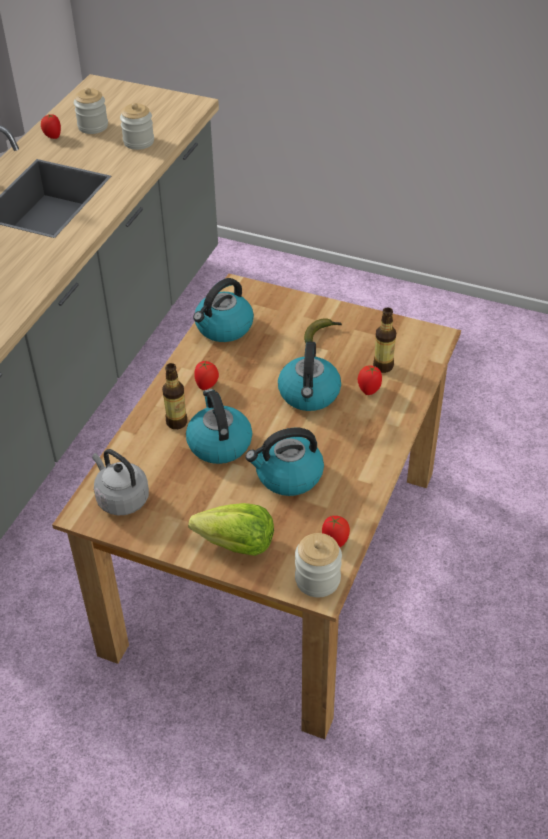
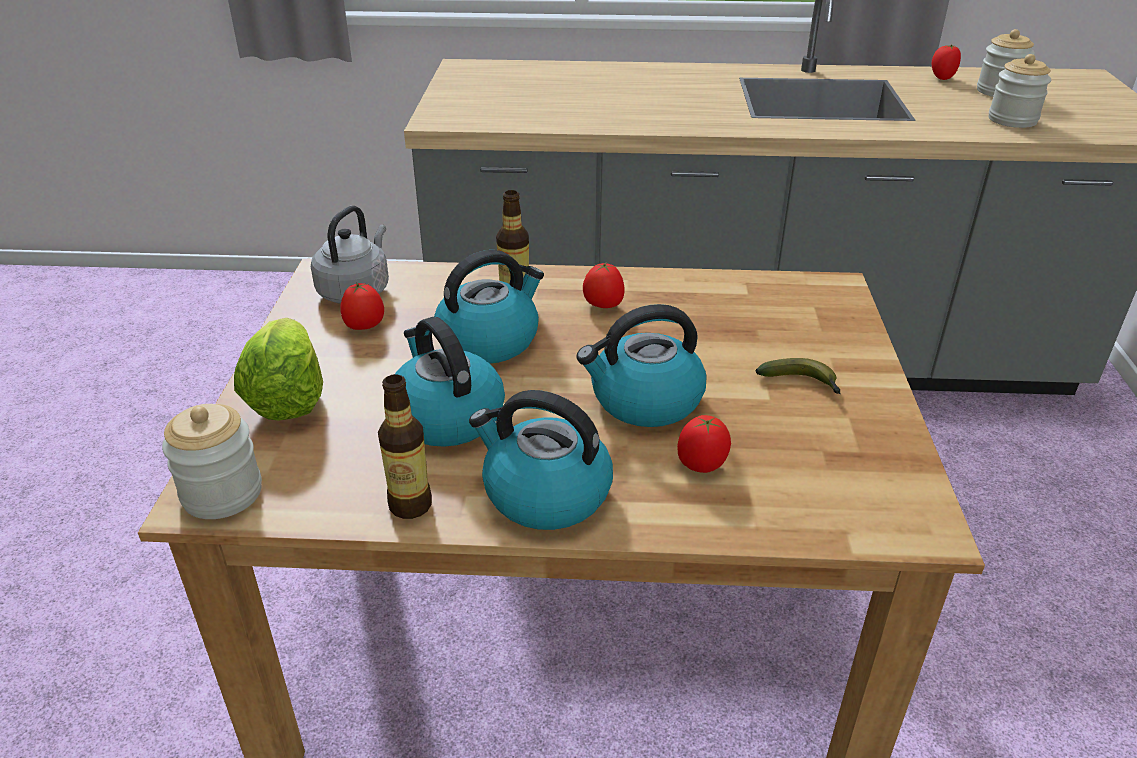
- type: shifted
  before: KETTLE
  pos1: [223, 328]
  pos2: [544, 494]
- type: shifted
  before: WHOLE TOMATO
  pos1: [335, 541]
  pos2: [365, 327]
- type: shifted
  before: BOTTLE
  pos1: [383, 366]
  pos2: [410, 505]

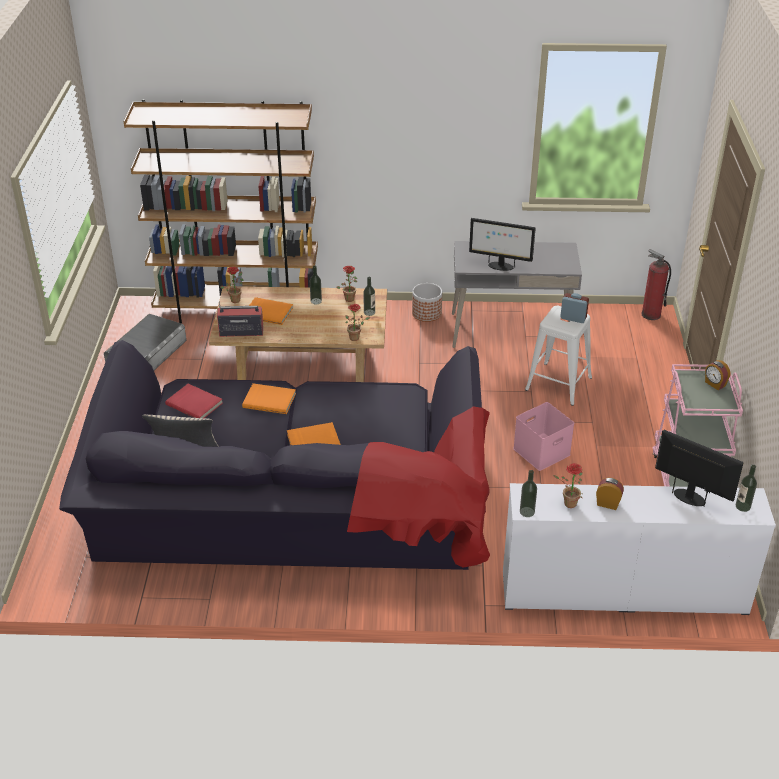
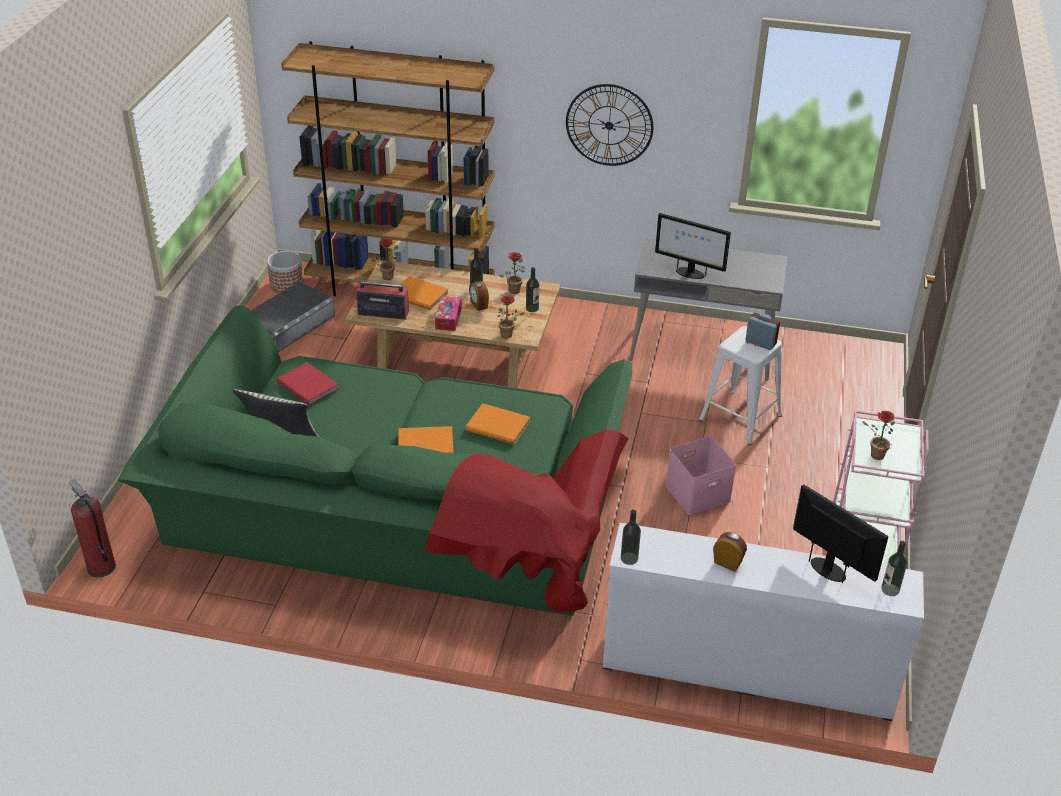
- type: new
  after: TISSUE HOLDER
  pos2: [448, 318]
- type: new
  after: WALL CLOCK
  pos2: [609, 125]
- type: shifted
  before: ORANGEY BOOK
  pos1: [269, 400]
  pos2: [498, 425]
- type: shifted
  before: PLANT POT
  pos1: [427, 313]
  pos2: [287, 285]
- type: shifted
  before: HOUSEPLANT
  pos1: [567, 504]
  pos2: [874, 455]
- type: shifted
  before: FIRE EXTINGUISHER
  pos1: [650, 314]
  pos2: [101, 567]
- type: shifted
  before: TABLE CLOCK
  pos1: [714, 384]
  pos2: [478, 305]
- type: repainted
  before: BLACKISH COUCH
  after: GREENISH COUCH
  pos1: [290, 502]
  pos2: [395, 510]

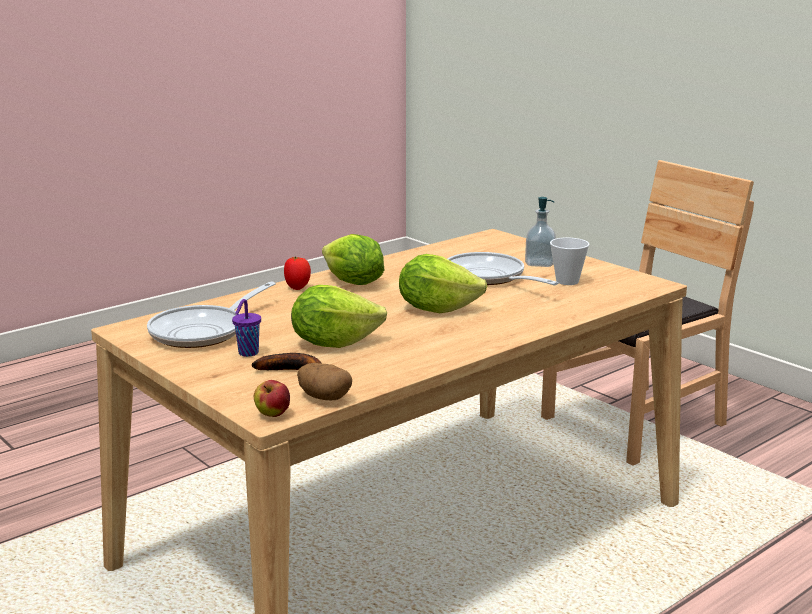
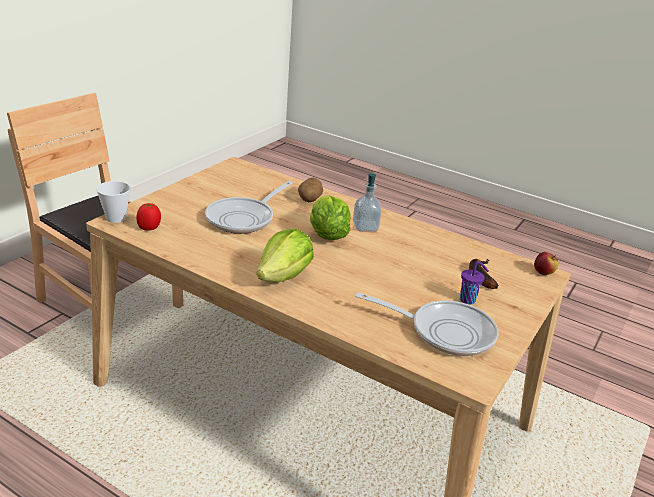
- type: gone
  before: HEAD OF LETTUCE
  pos1: [333, 343]
- type: shifted
  before: WHOLE TOMATO
  pos1: [298, 288]
  pos2: [149, 228]
- type: shifted
  before: WHOLE POTATO
  pos1: [324, 397]
  pos2: [309, 199]
- type: shifted
  before: SOAP DISPENSER
  pos1: [539, 263]
  pos2: [365, 227]
- type: shifted
  before: CUP
  pos1: [567, 281]
  pos2: [116, 218]

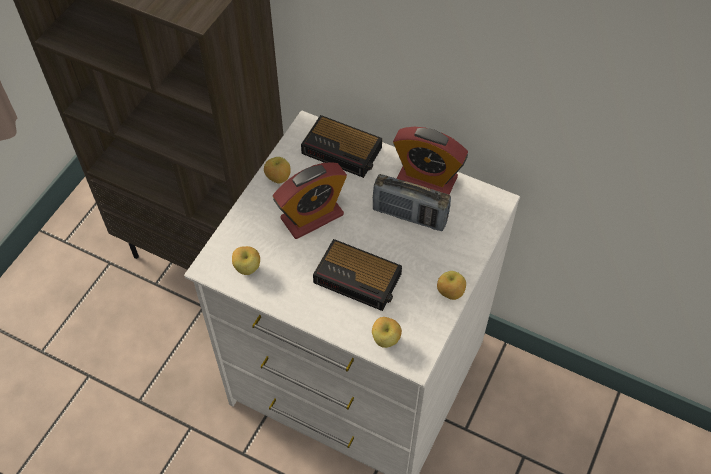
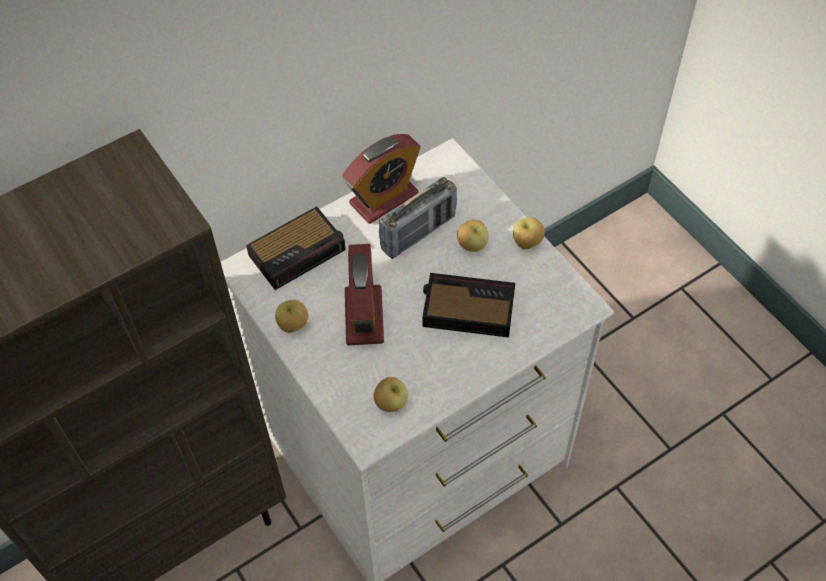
- type: shifted
  before: APPLE
  pos1: [386, 339]
  pos2: [472, 245]
- type: rotated
  before: TABLE CLOCK
  pos1: [359, 279]
  pos2: [466, 309]
  turn: -135

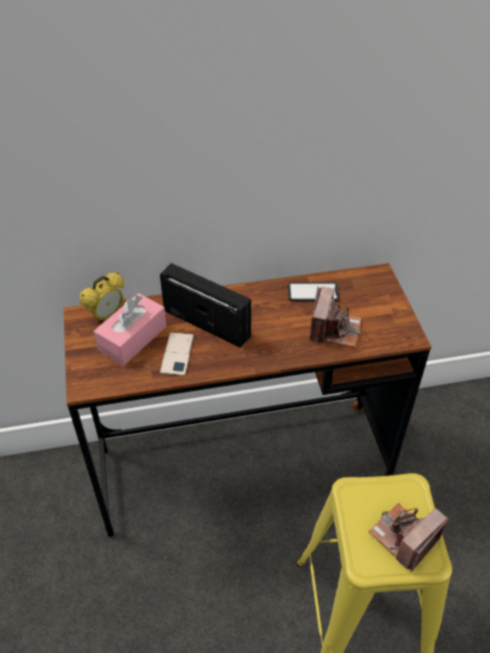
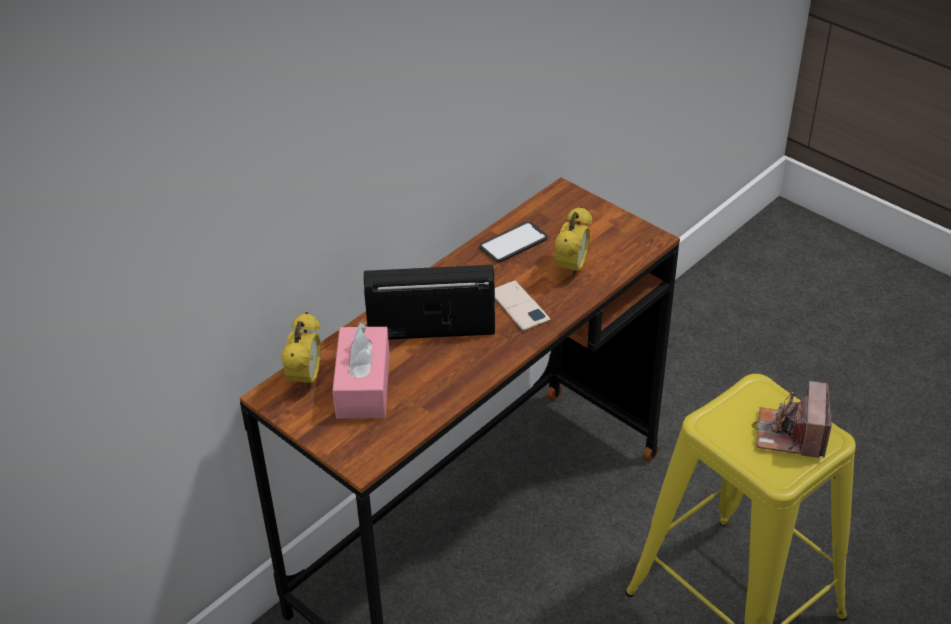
- type: shifted
  before: TELEPHONE
  pos1: [177, 354]
  pos2: [519, 306]
- type: swapped
  before: PHOTO CAMERA
  after: TABLE CLOCK
  pos1: [334, 329]
  pos2: [572, 268]

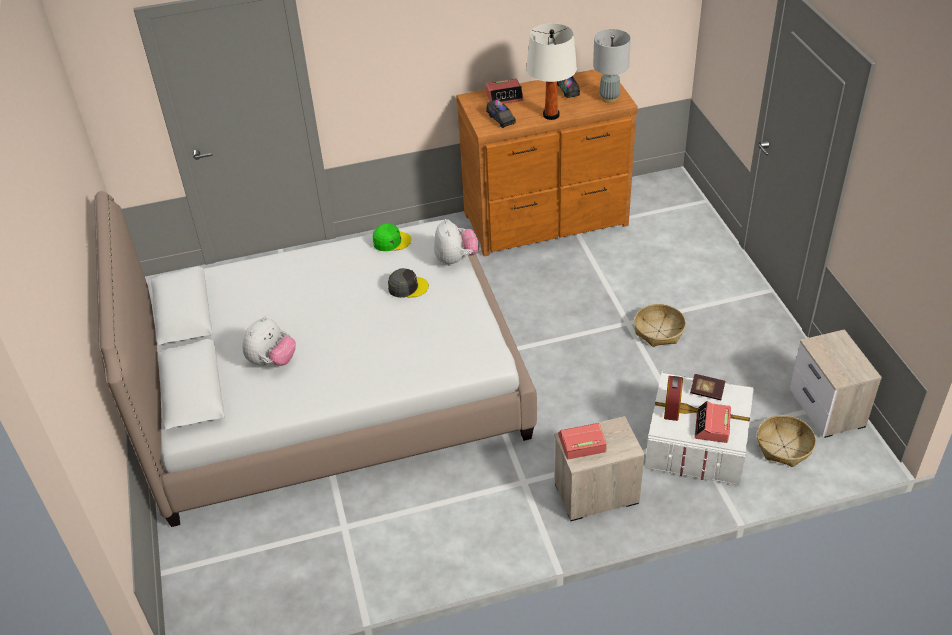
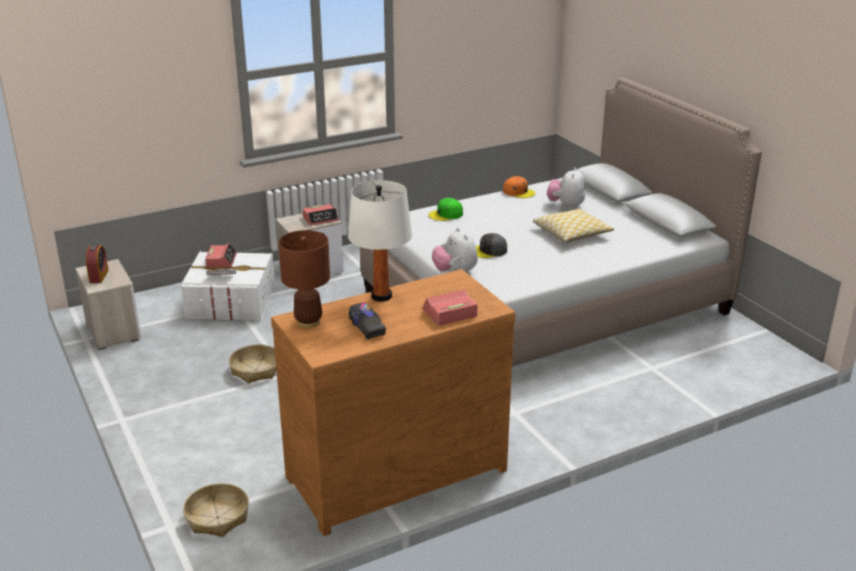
- type: gone
  before: MODEL TRUCK
  pos1: [500, 119]
- type: new
  after: ORANGEY CAP
  pos2: [518, 192]
- type: new
  after: PILLOW
  pos2: [572, 234]
- type: shifted
  before: GREENISH CAP
  pos1: [391, 241]
  pos2: [446, 214]
- type: shifted
  before: TABLE CLOCK
  pos1: [672, 407]
  pos2: [99, 276]
- type: shifted
  before: BASKET
  pos1: [783, 446]
  pos2: [218, 517]
- type: repainted
  before: GRAY TABLE LAMP
  after: BROWN TABLE LAMP
  pos1: [609, 98]
  pos2: [308, 322]

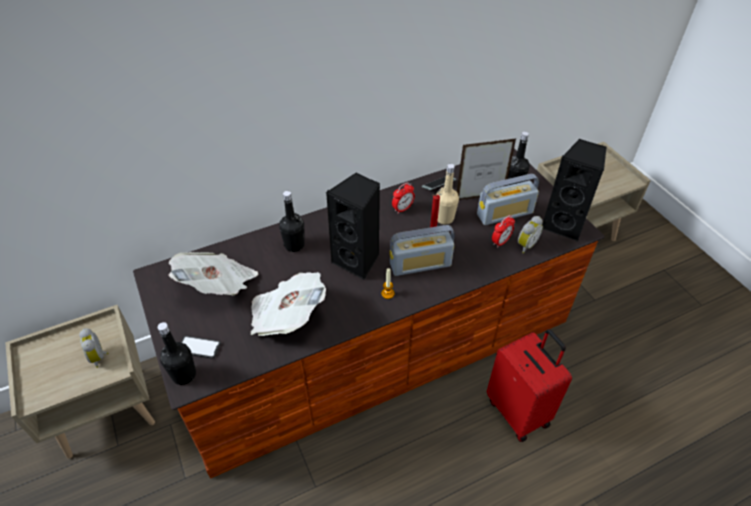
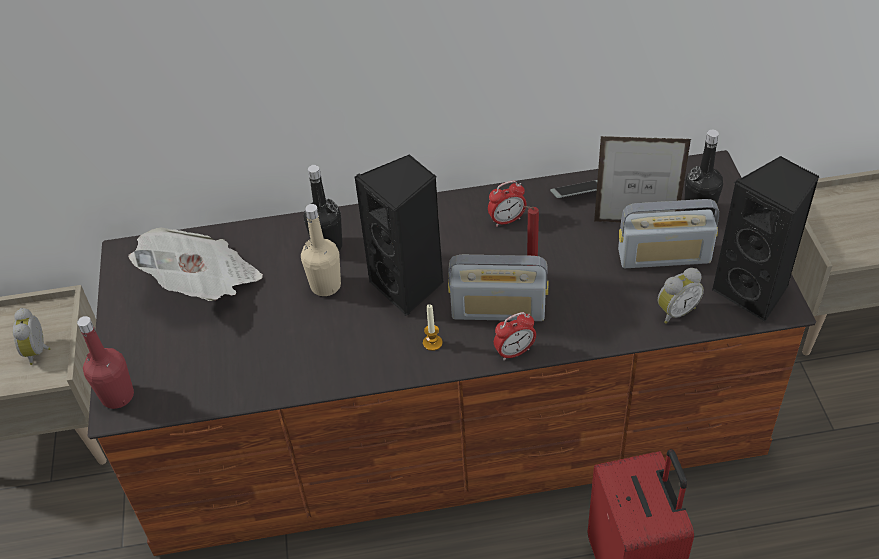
- type: gone
  before: TELEPHONE
  pos1: [199, 347]
- type: gone
  before: DAILY PAPER
  pos1: [287, 316]
- type: shifted
  before: BEIGE BOTTLE
  pos1: [444, 218]
  pos2: [325, 286]
- type: shifted
  before: TABLE CLOCK
  pos1: [500, 242]
  pos2: [514, 352]
- type: repainted
  before: BLACKISH BOTTLE
  after: REDDISH BOTTLE
  pos1: [184, 375]
  pos2: [117, 396]

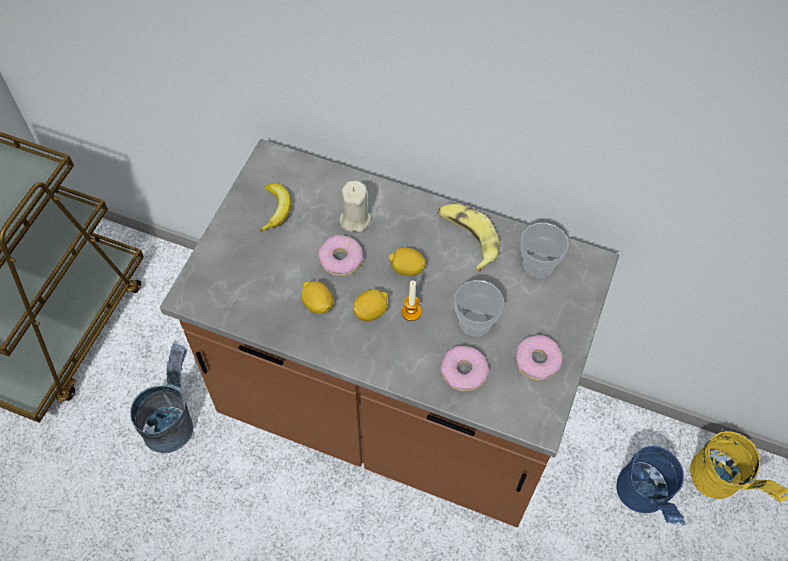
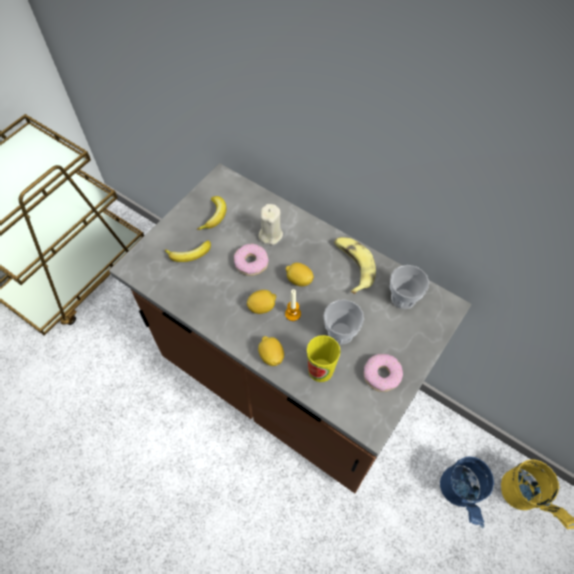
- type: gone
  before: GRAY BUCKET
  pos1: [173, 421]
- type: new
  after: BANANA FRUIT
  pos2: [190, 255]
- type: shifted
  before: CITRUS FRUIT
  pos1: [317, 304]
  pos2: [271, 356]
- type: swapped
  before: DONUT
  after: CUP
  pos1: [463, 372]
  pos2: [320, 370]

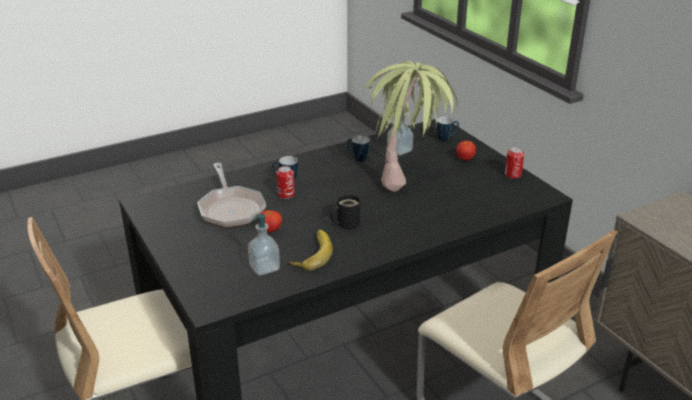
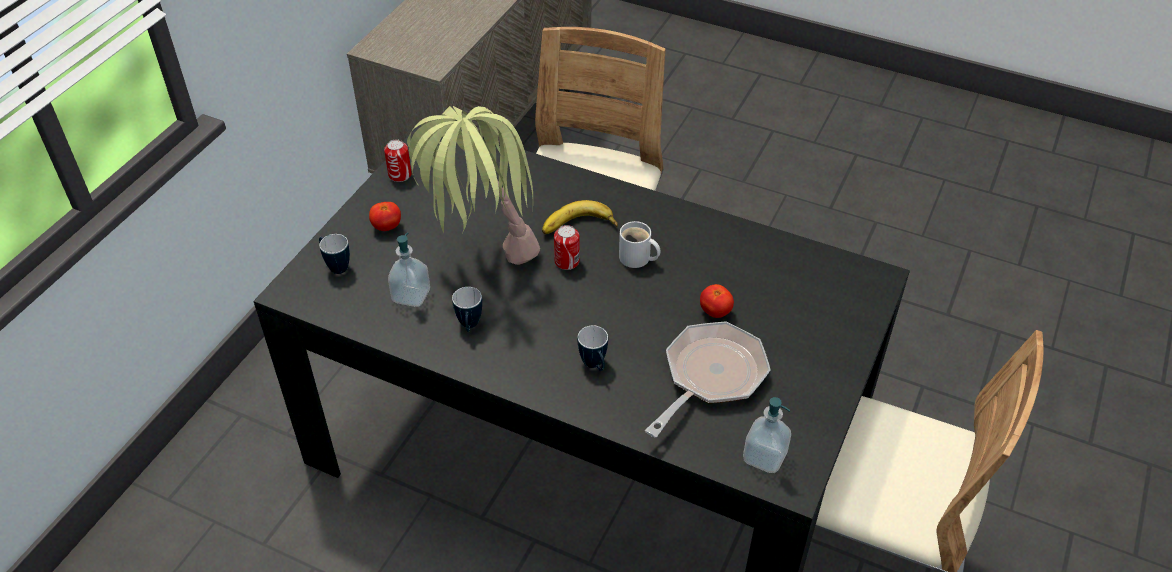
- type: shifted
  before: SOAP DISPENSER
  pos1: [264, 268]
  pos2: [764, 457]
- type: shifted
  before: METAL CAN
  pos1: [286, 194]
  pos2: [567, 261]
- type: shifted
  before: BANANA FRUIT
  pos1: [311, 253]
  pos2: [579, 228]
- type: repainted
  before: BLACKISH TEA MUG
  after: WHITISH TEA MUG
  pos1: [346, 223]
  pos2: [637, 259]

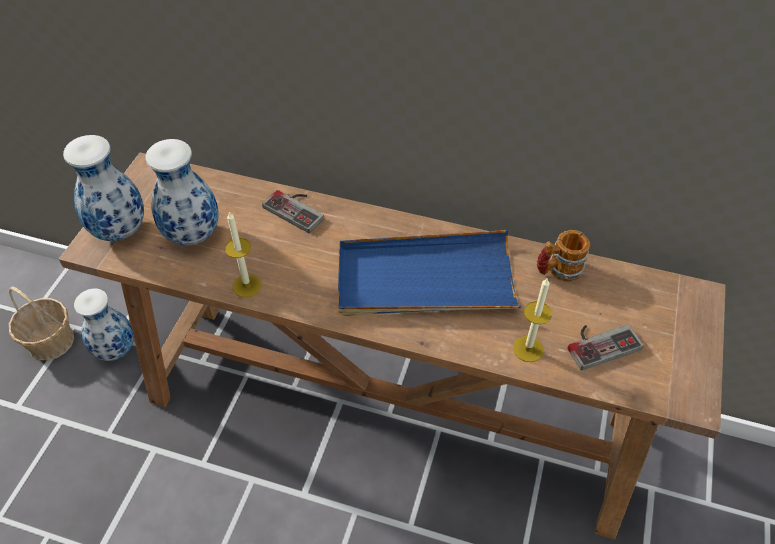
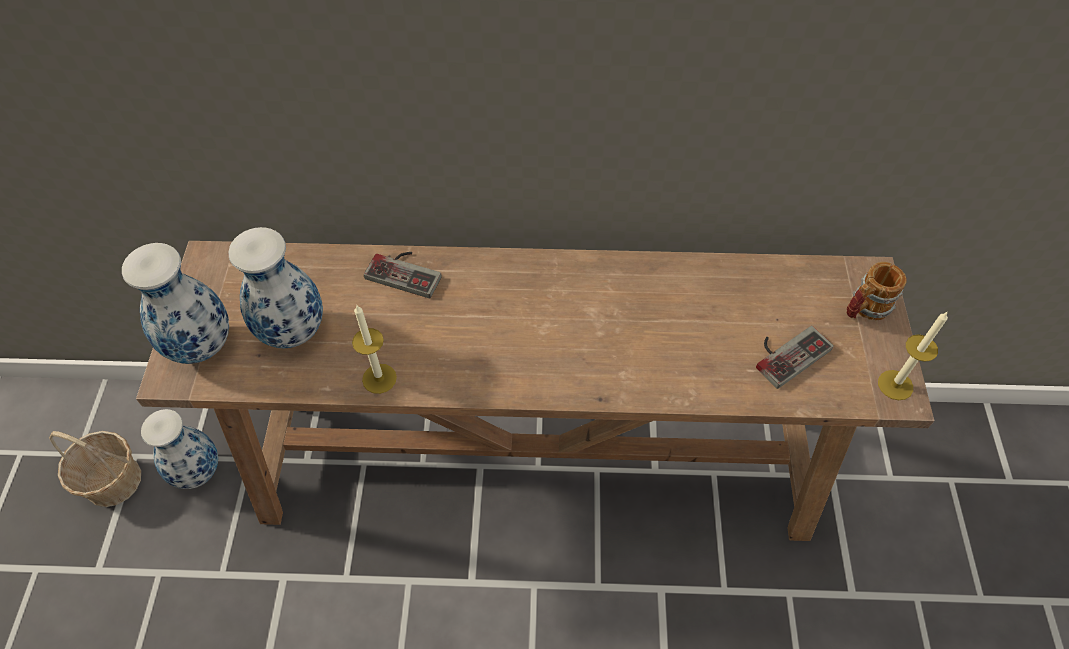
- type: gone
  before: BLUE TRAY
  pos1: [425, 279]
- type: shifted
  before: WAX CANDLE
  pos1: [528, 349]
  pos2: [895, 385]
- type: shifted
  before: TEA MUG
  pos1: [558, 270]
  pos2: [864, 308]

